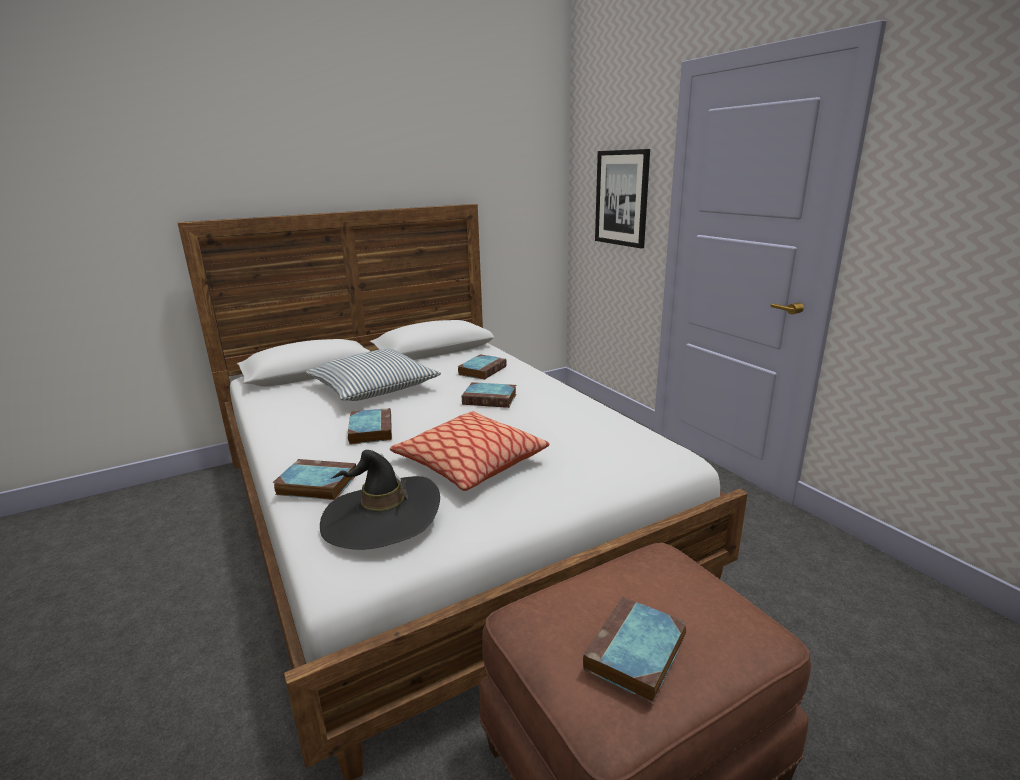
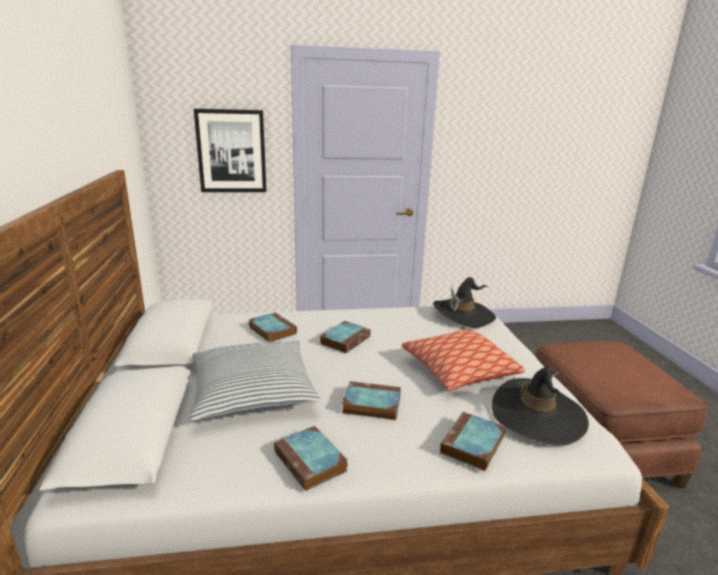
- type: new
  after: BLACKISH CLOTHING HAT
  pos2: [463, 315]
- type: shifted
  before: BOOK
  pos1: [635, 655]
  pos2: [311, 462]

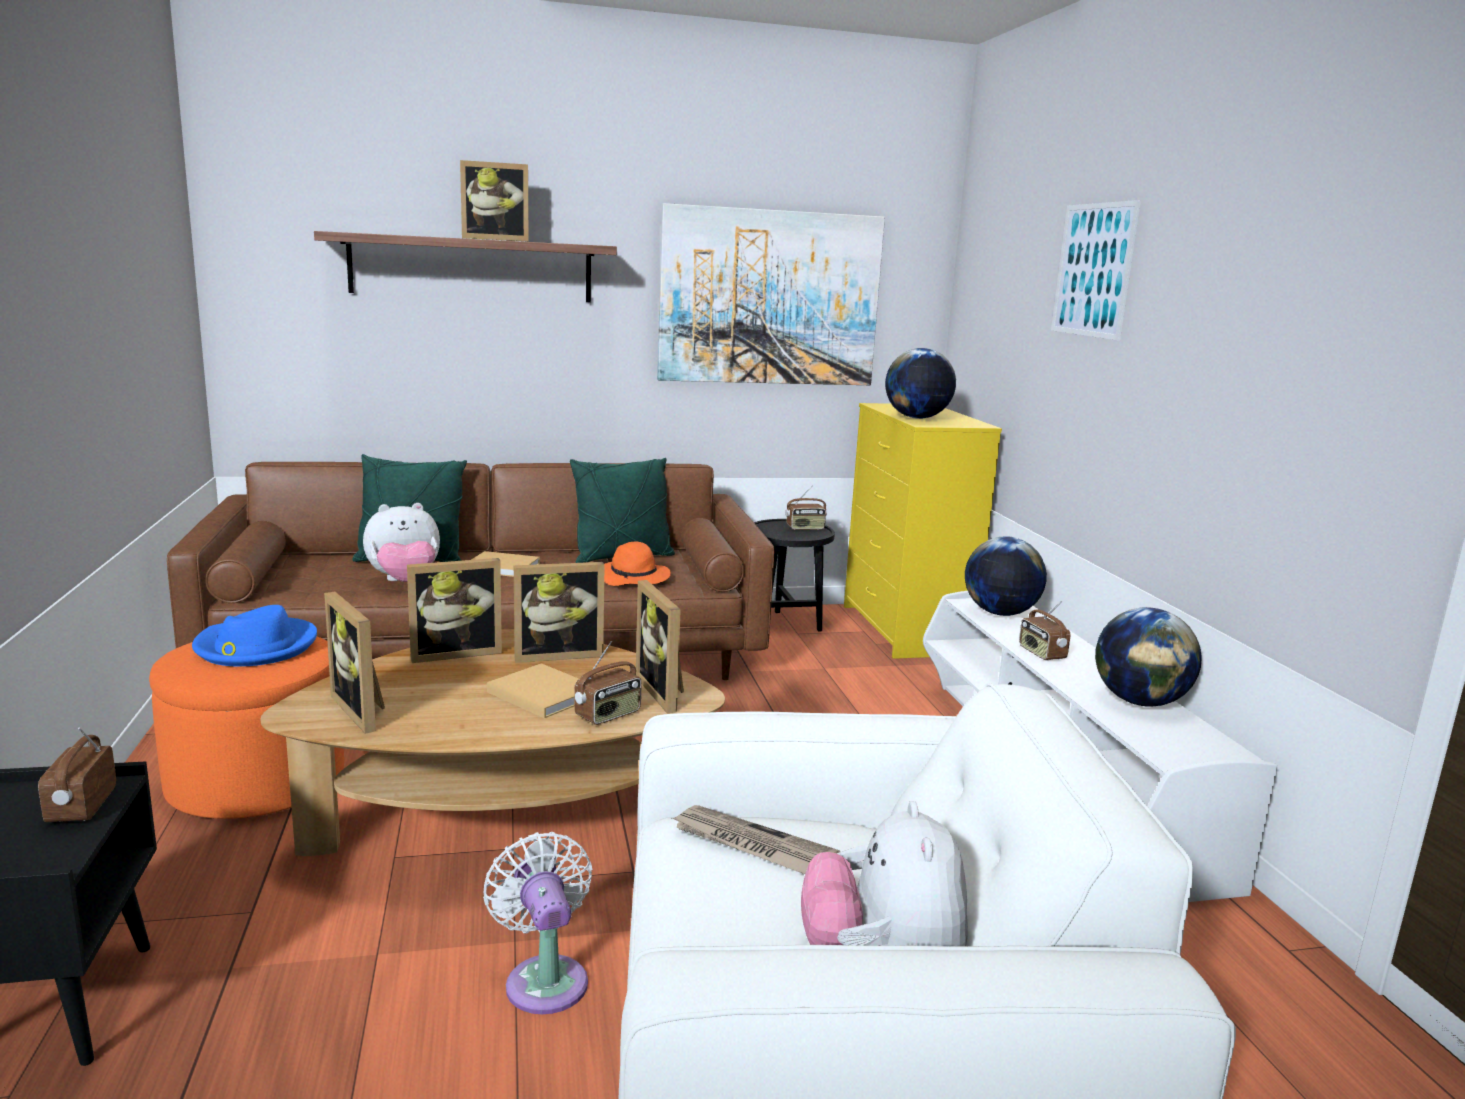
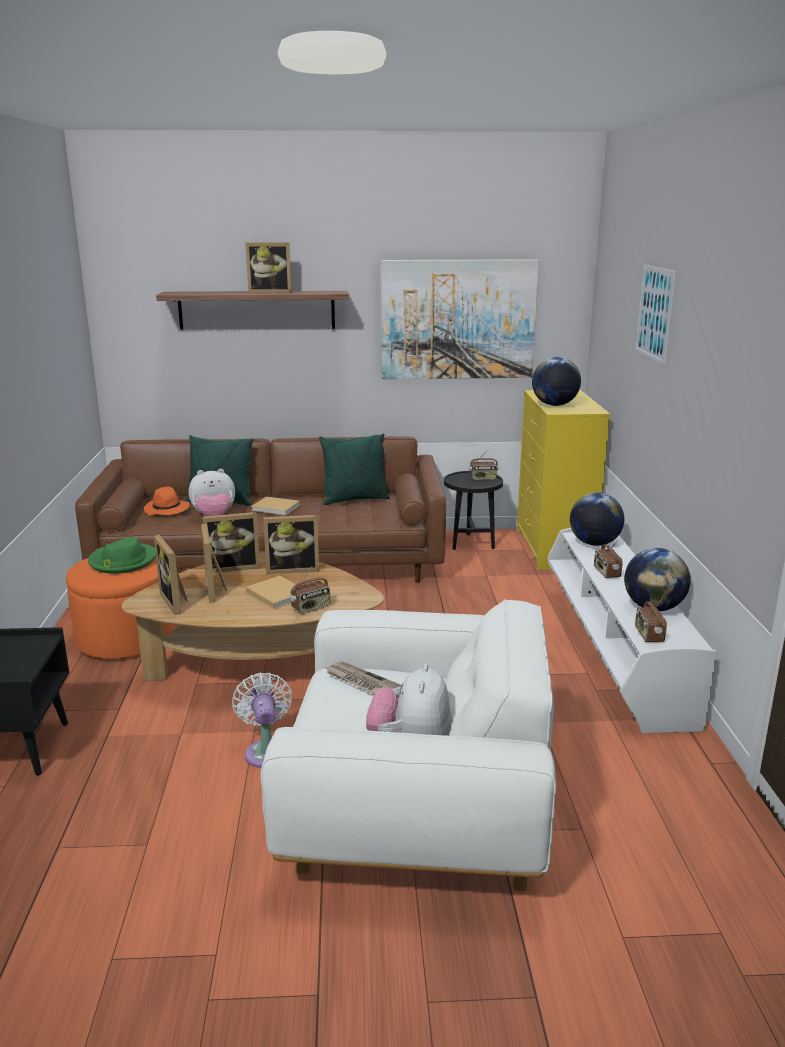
- type: shifted
  before: RADIO
  pos1: [80, 807]
  pos2: [648, 635]
- type: shifted
  before: ORANGEY CLOTHING HAT
  pos1: [634, 578]
  pos2: [167, 510]
- type: shifted
  before: PHOTO FRAME
  pos1: [666, 692]
  pos2: [217, 590]
- type: repainted
  before: BLUE CLOTHING HAT
  after: GREENISH CLOTHING HAT
  pos1: [255, 647]
  pos2: [122, 561]

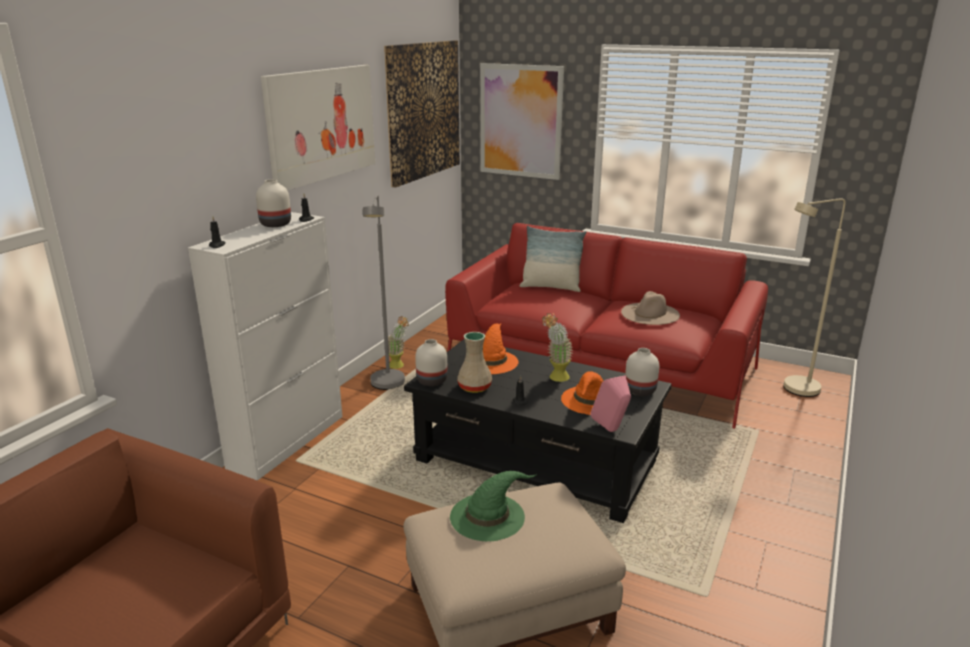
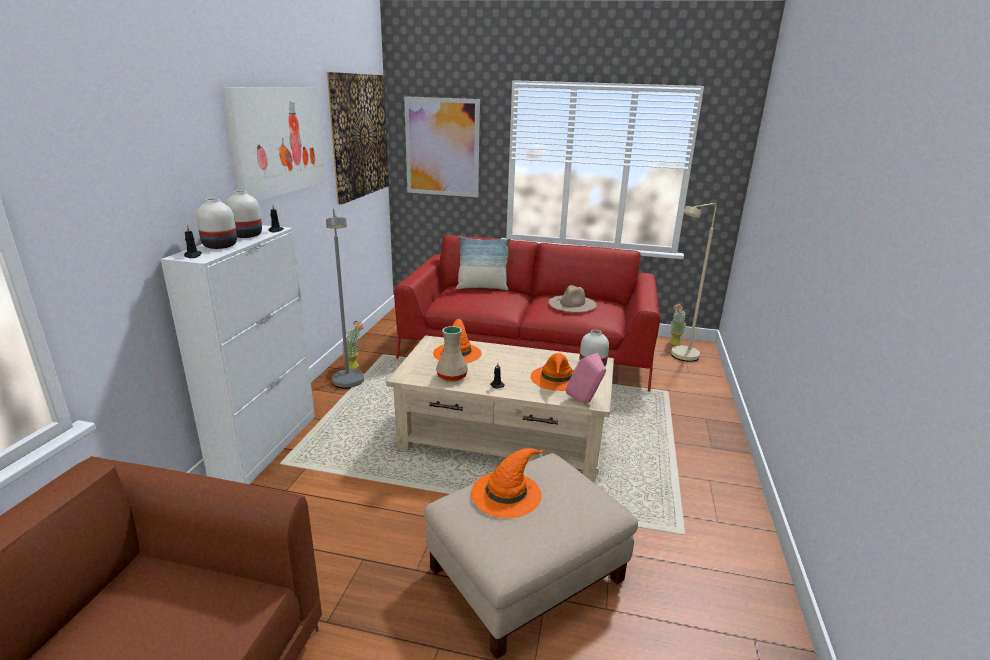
- type: shifted
  before: WHITISH DECORATIVE VASE
  pos1: [432, 380]
  pos2: [220, 245]
- type: shifted
  before: HOUSEPLANT
  pos1: [555, 379]
  pos2: [674, 343]
- type: repainted
  before: BLACKISH LOUNGE TABLE
  after: BEIGE LOUNGE TABLE
  pos1: [536, 461]
  pos2: [504, 437]
- type: repainted
  before: GREENISH CLOTHING HAT
  after: ORANGEY CLOTHING HAT
  pos1: [488, 516]
  pos2: [507, 493]

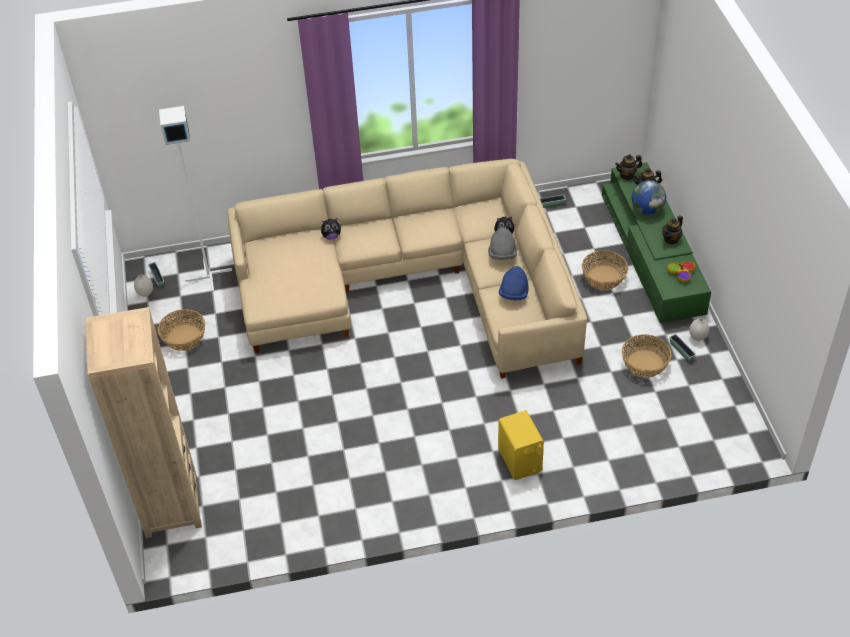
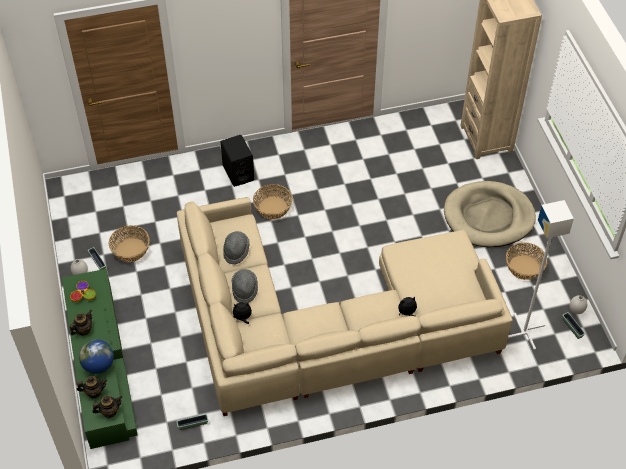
- type: new
  after: BEIGE DOG CUSHION
  pos2: [488, 217]
- type: shifted
  before: BASKET
  pos1: [604, 278]
  pos2: [272, 208]
- type: repainted
  before: YELLOWISH AUDIO SPEAKER
  after: BLACKISH AUDIO SPEAKER
  pos1: [520, 461]
  pos2: [238, 173]
- type: repainted
  before: BLUE CLOTHING HAT
  after: GRAY CLOTHING HAT
  pos1: [514, 294]
  pos2: [236, 251]

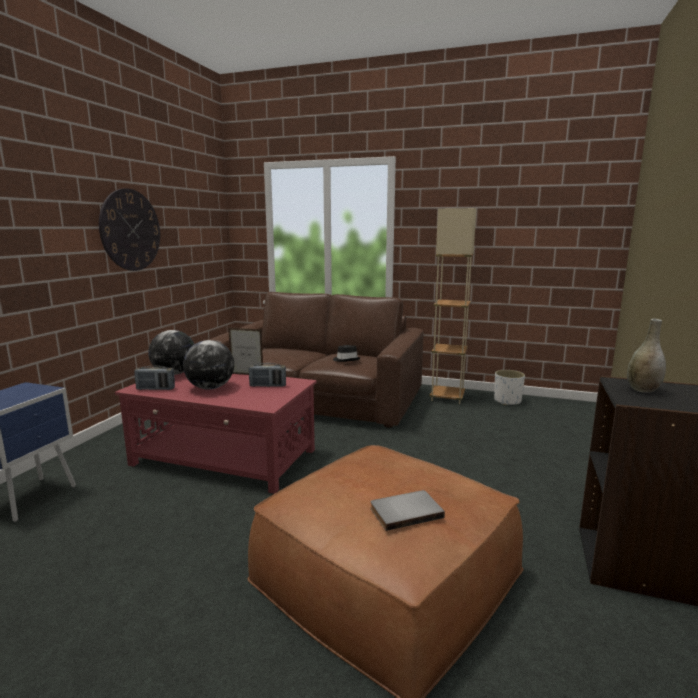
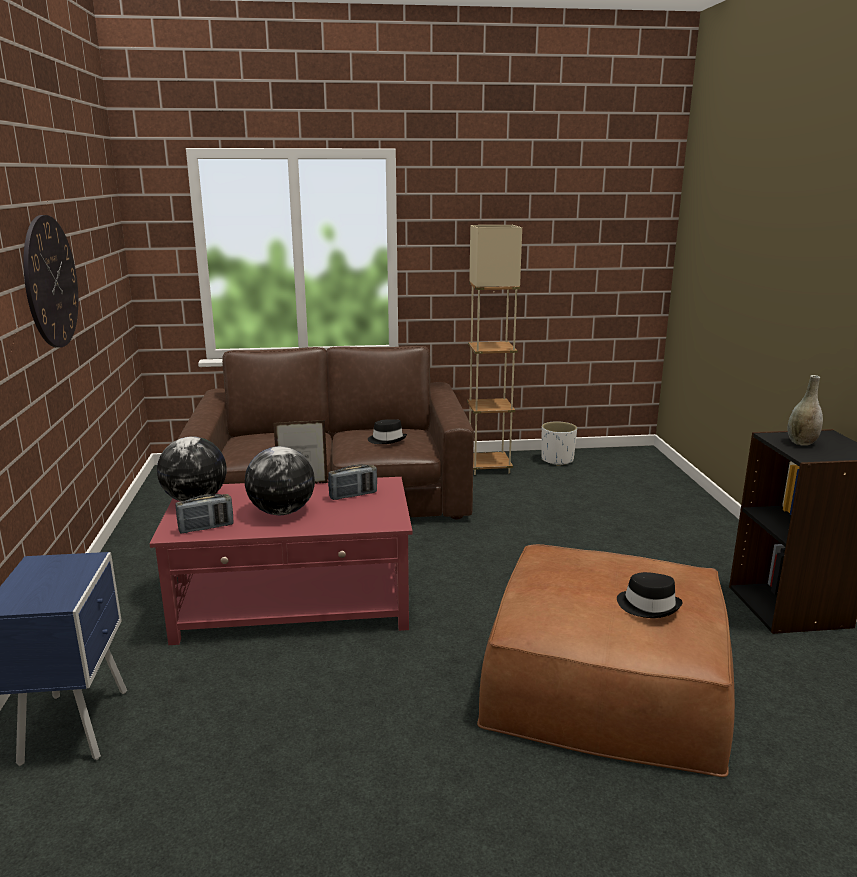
- type: swapped
  before: GRAY BOOK
  after: BLACKISH CLOTHING HAT
  pos1: [405, 511]
  pos2: [648, 605]

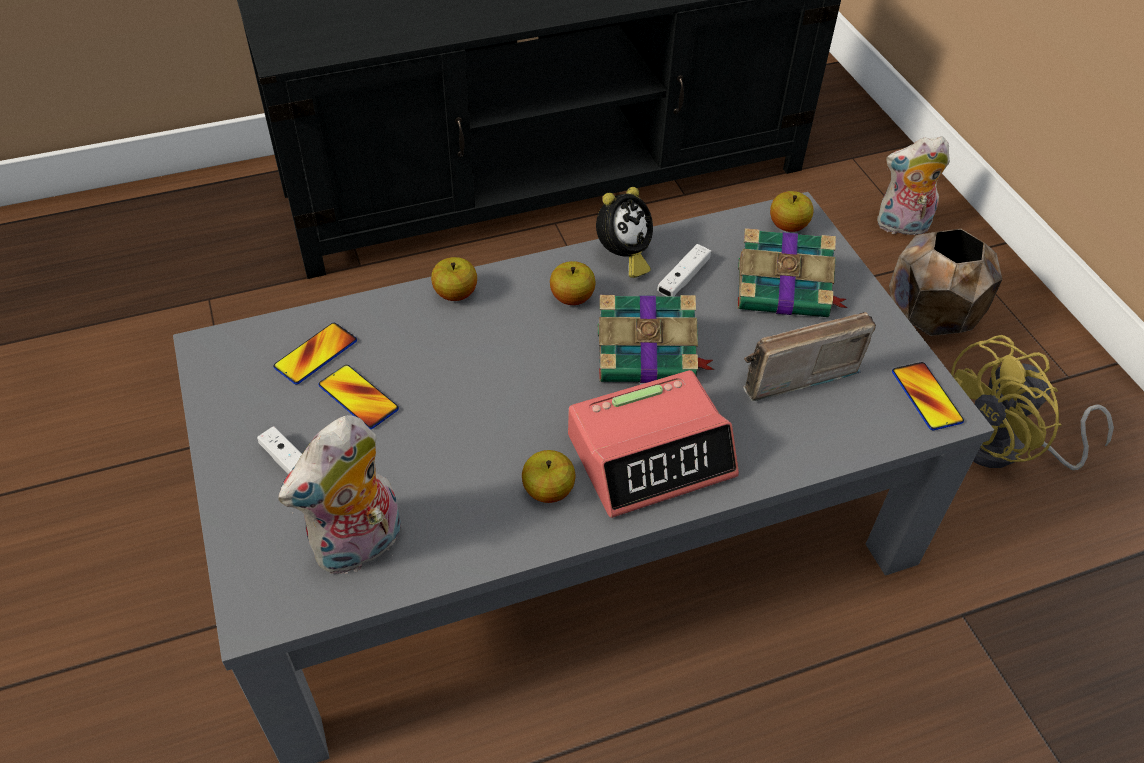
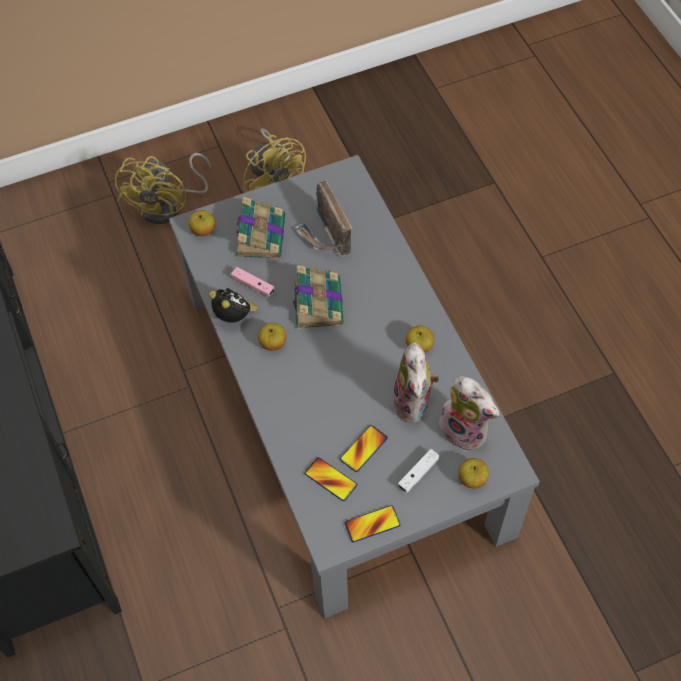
- type: gone
  before: TABLE CLOCK
  pos1: [651, 455]
- type: shifted
  before: APPLE
  pos1: [455, 294]
  pos2: [472, 478]
- type: shifted
  before: CUDDLY TOY
  pos1: [901, 226]
  pos2: [414, 403]
- type: shifted
  before: TELEPHONE
  pos1: [926, 397]
  pos2: [372, 524]
- type: swapped
  before: BROWN PLANT POT
  after: YELLOWISH FAN
  pos1: [930, 317]
  pos2: [169, 206]
- type: repainted
  before: WHITISH JOYPAD
  after: PINKISH JOYPAD
  pos1: [683, 278]
  pos2: [253, 285]

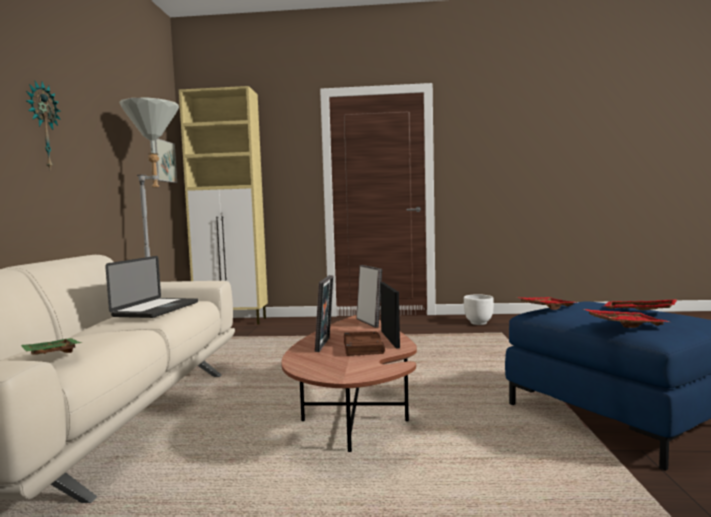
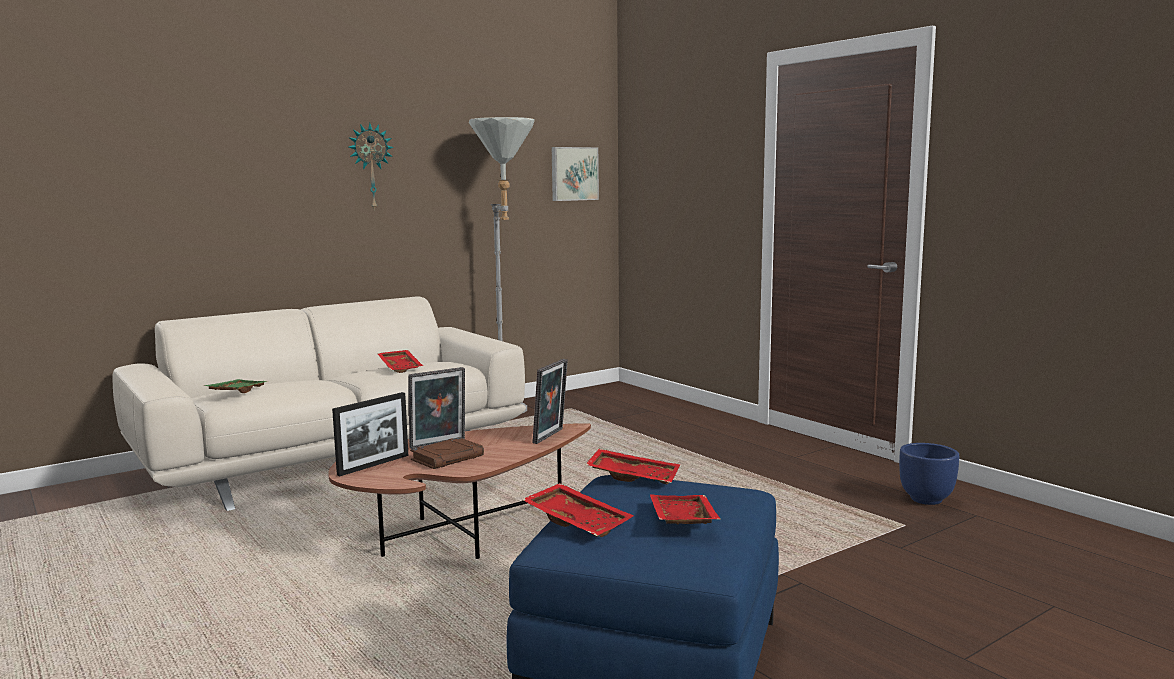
- type: gone
  before: BEIGE CABINET
  pos1: [233, 321]
- type: shifted
  before: PHOTO FRAME
  pos1: [390, 339]
  pos2: [373, 465]
- type: swapped
  before: LAPTOP
  after: REDDISH TRAY
  pos1: [156, 309]
  pos2: [401, 367]
- type: repainted
  before: WHITISH PLANT POT
  after: BLUE PLANT POT
  pos1: [478, 323]
  pos2: [927, 499]

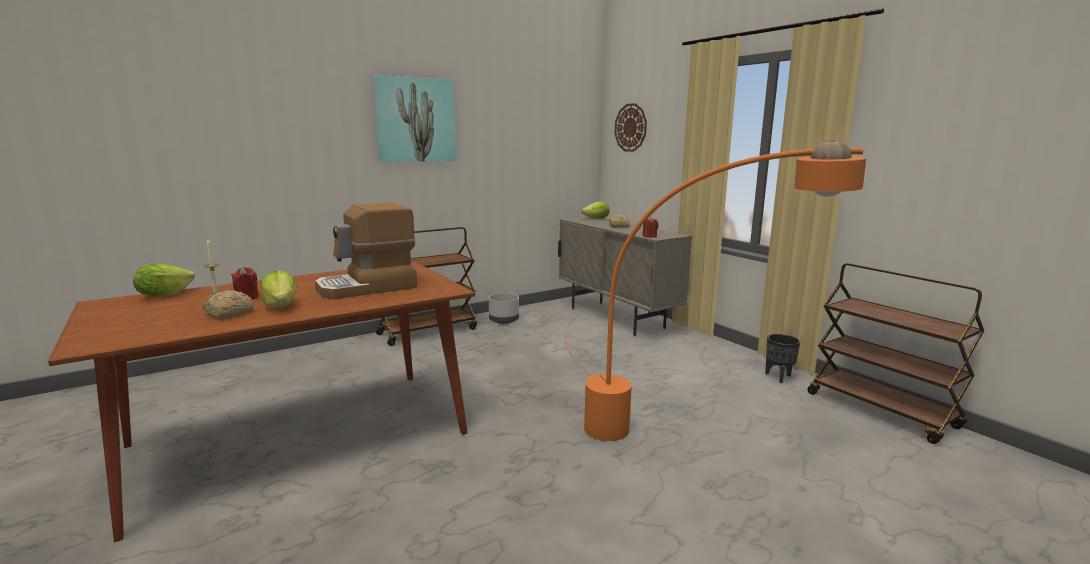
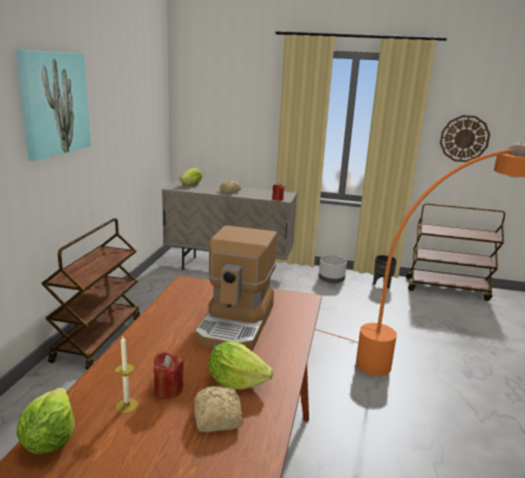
- type: shifted
  before: GRAY PLANT POT
  pos1: [504, 320]
  pos2: [331, 279]
- type: shifted
  before: WALL CLOCK
  pos1: [630, 127]
  pos2: [464, 138]

